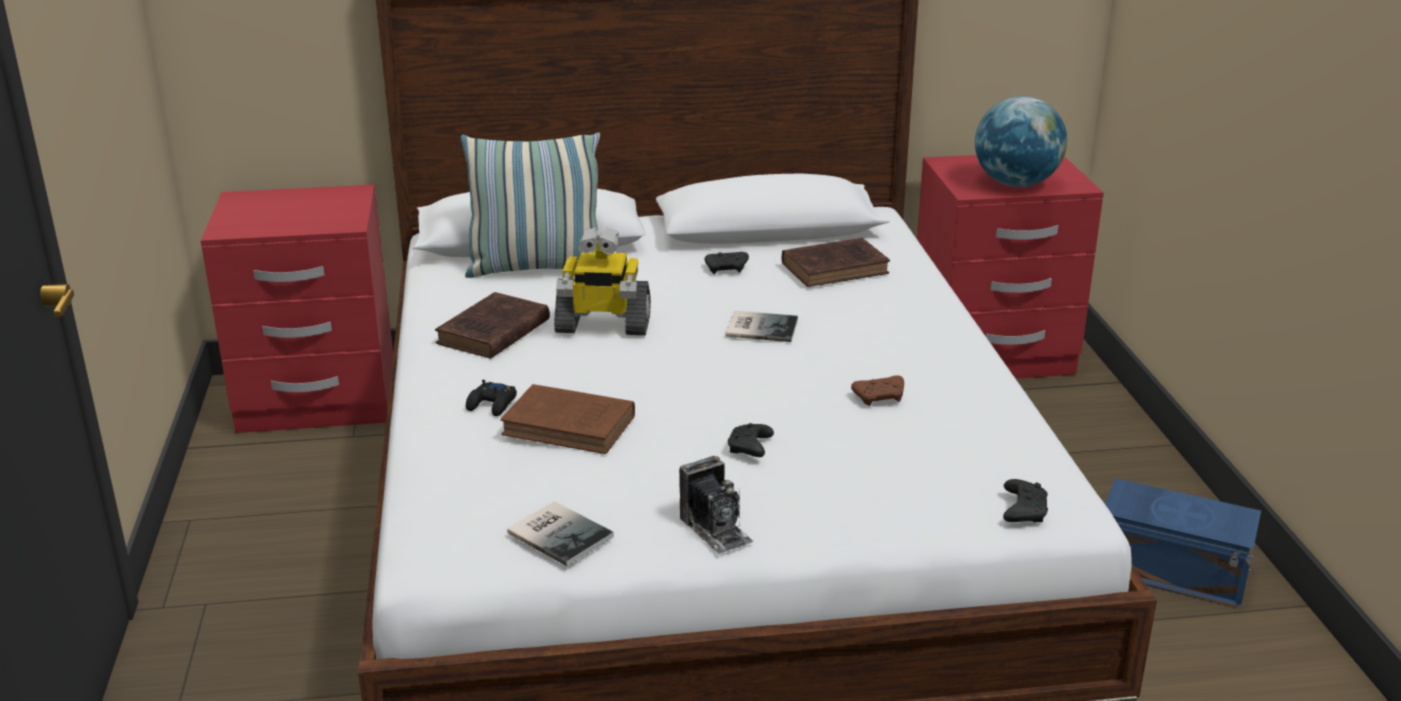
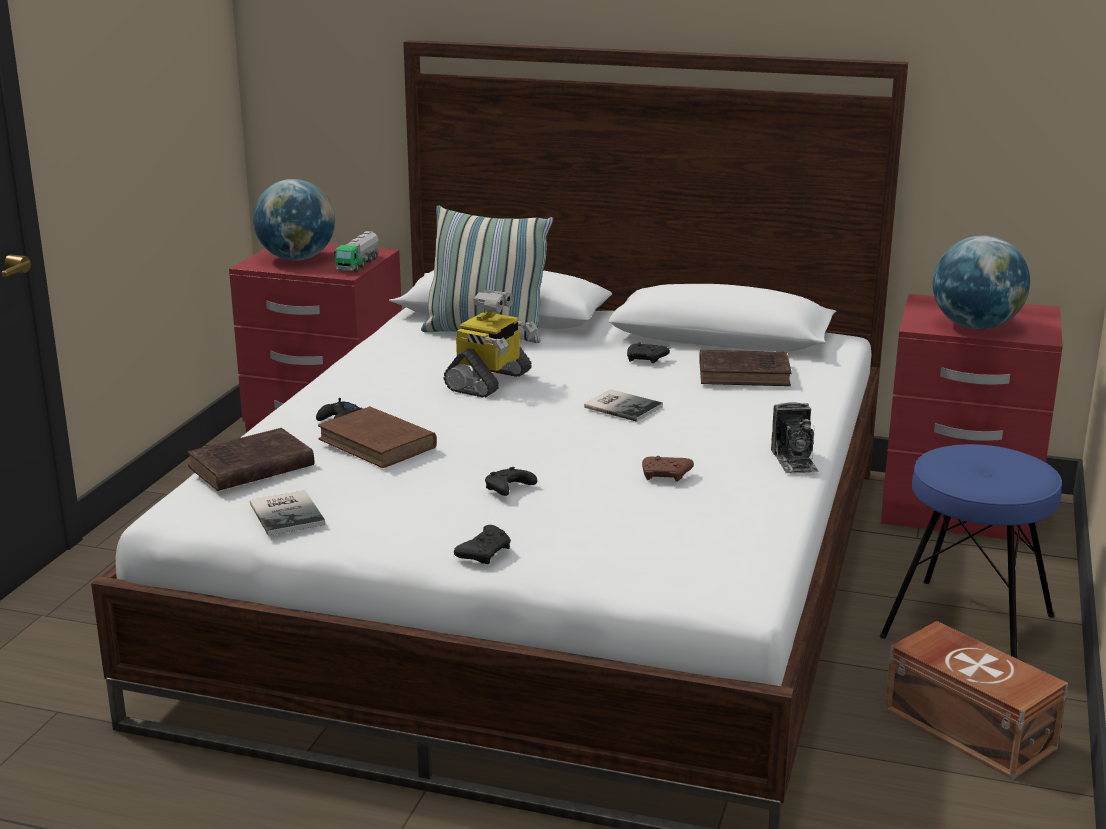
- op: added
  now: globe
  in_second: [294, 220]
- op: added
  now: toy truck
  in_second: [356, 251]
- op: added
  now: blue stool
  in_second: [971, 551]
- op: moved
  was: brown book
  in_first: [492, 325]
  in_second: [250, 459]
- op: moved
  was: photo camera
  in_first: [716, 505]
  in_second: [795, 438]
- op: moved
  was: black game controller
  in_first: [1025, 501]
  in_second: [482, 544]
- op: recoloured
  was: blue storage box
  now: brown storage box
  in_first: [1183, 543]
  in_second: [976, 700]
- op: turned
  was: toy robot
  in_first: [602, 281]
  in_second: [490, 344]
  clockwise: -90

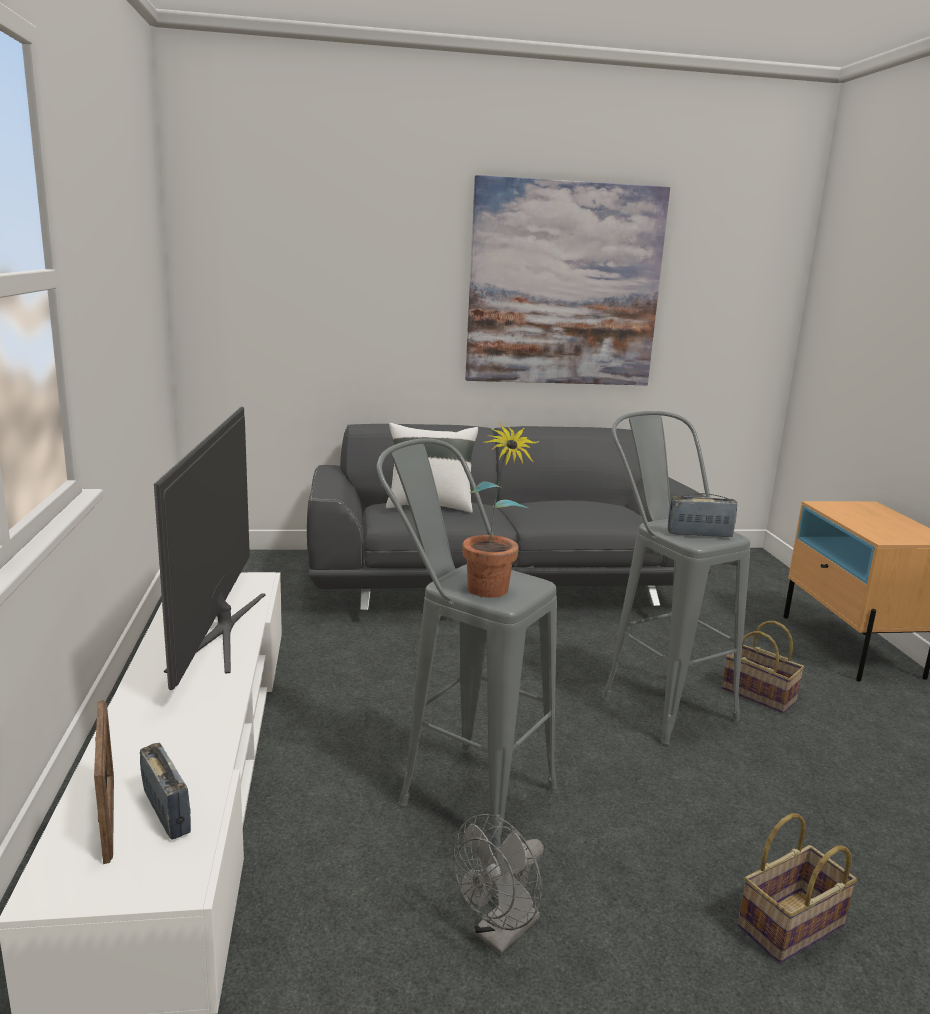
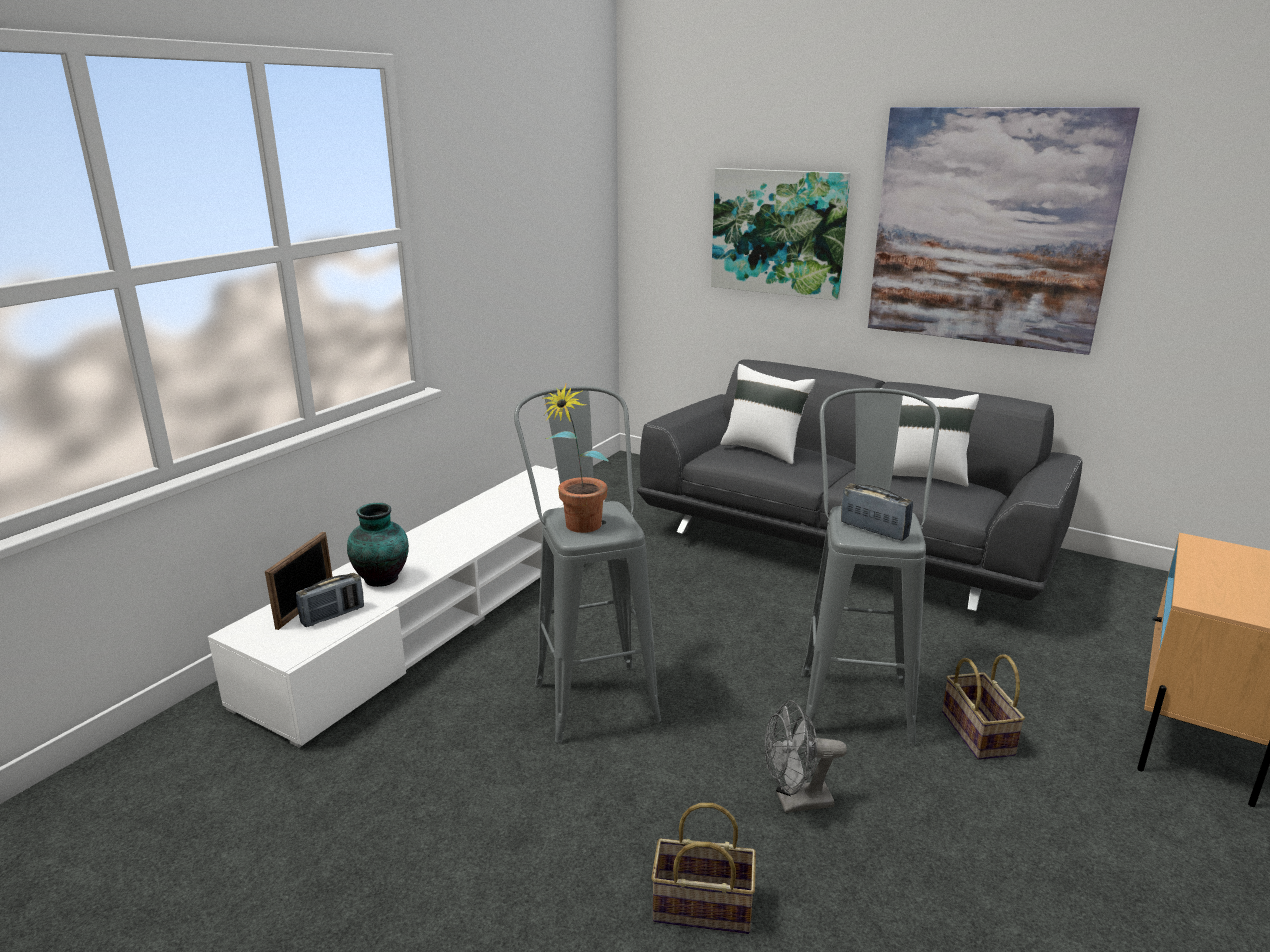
- op: removed
  was: television
  in_first: [210, 548]
- op: added
  now: vase
  in_second: [378, 545]
- op: added
  now: picture
  in_second: [781, 234]
- op: added
  now: white pillow
  in_second: [930, 437]
- op: moved
  was: grey fan
  in_first: [498, 884]
  in_second: [805, 756]
- op: turned
  was: radio
  in_first: [165, 791]
  in_second: [330, 600]
  clockwise: 45

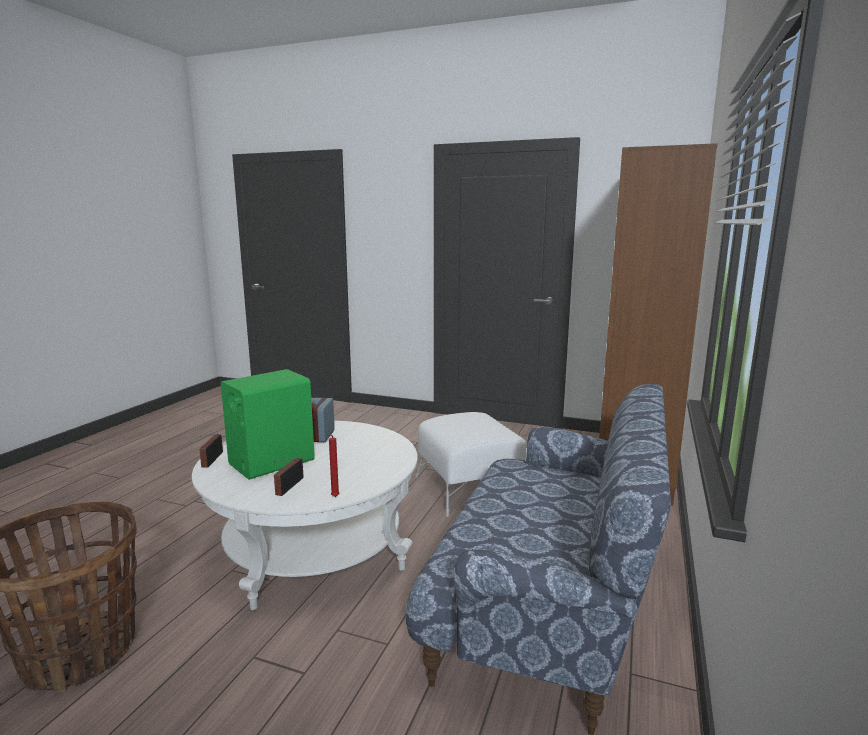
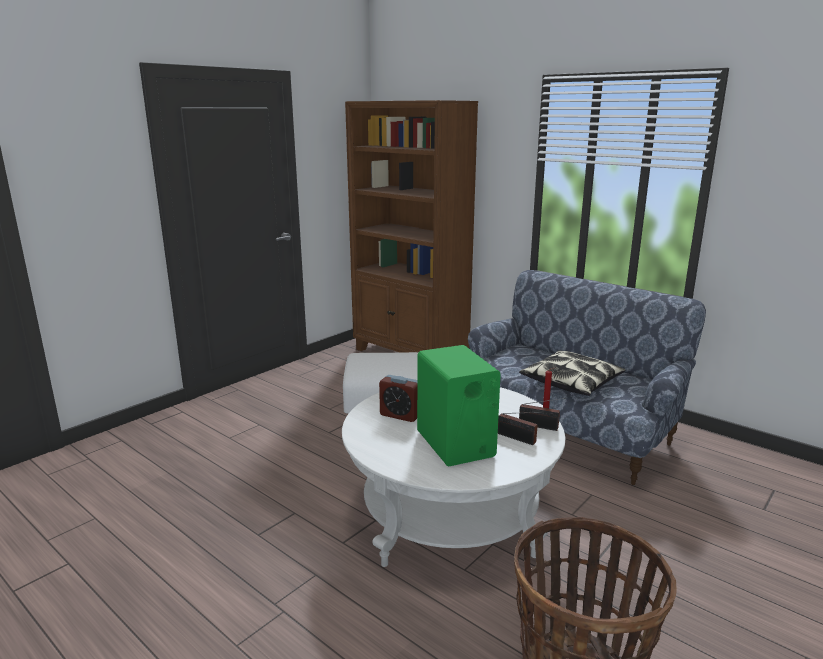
- op: added
  now: pillow
  in_second: [572, 373]
- op: moved
  was: radio
  in_first: [211, 451]
  in_second: [542, 414]

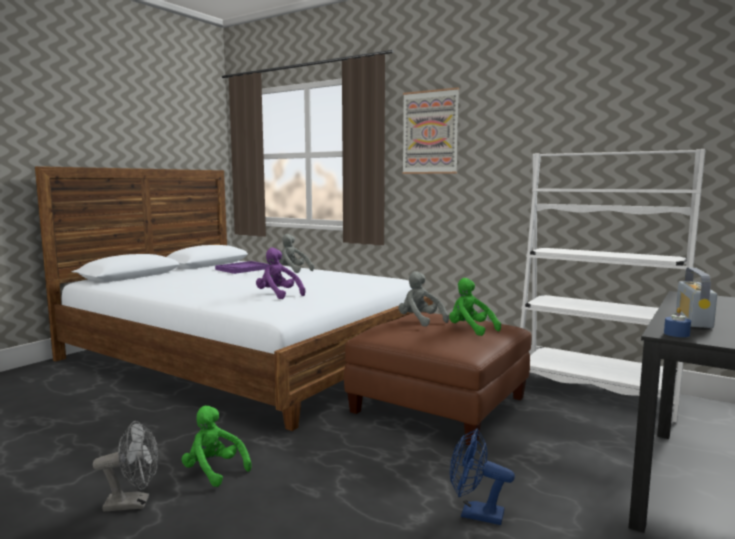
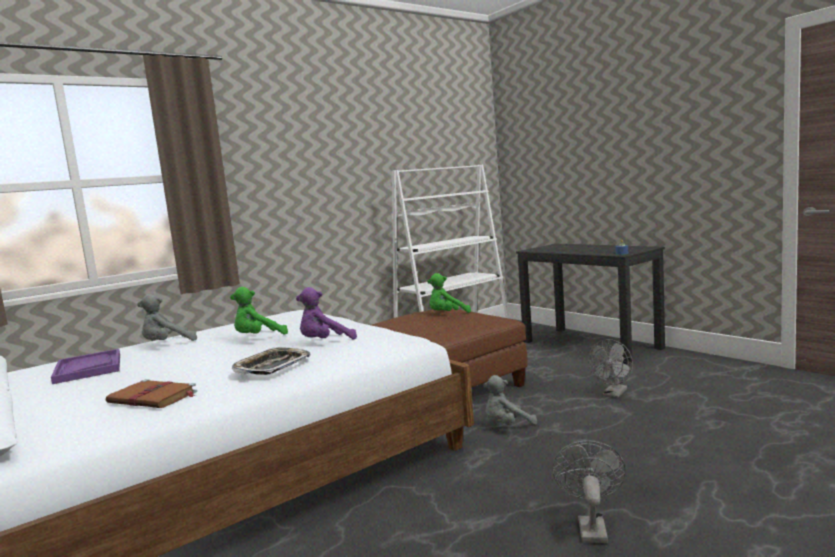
- op: removed
  was: picture
  in_first: [430, 130]
- op: removed
  was: radio
  in_first: [696, 297]
- op: added
  now: brown book
  in_second: [151, 393]
- op: added
  now: tray
  in_second: [270, 361]
- op: moved
  was: green plush toy
  in_first: [217, 446]
  in_second: [259, 311]
- op: moved
  was: grey plush toy
  in_first: [423, 299]
  in_second: [510, 400]
- op: recoloured
  was: blue fan
  now: grey fan
  in_first: [482, 476]
  in_second: [610, 368]

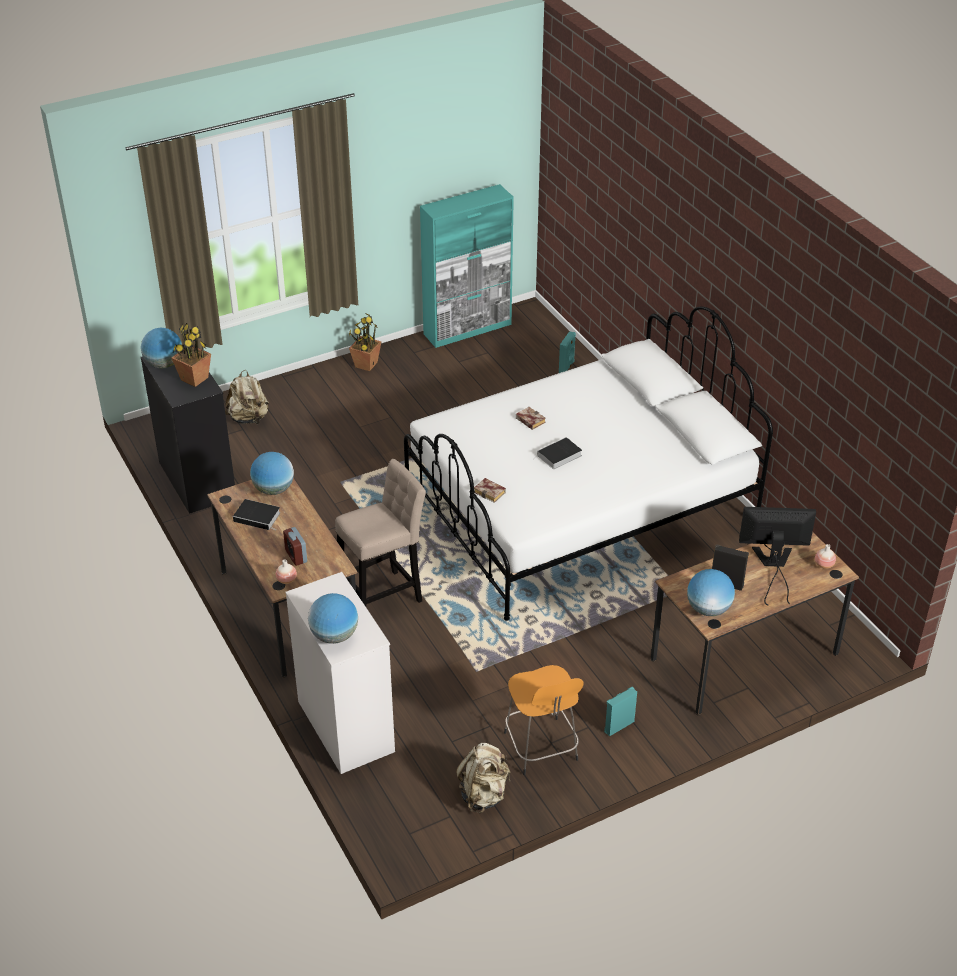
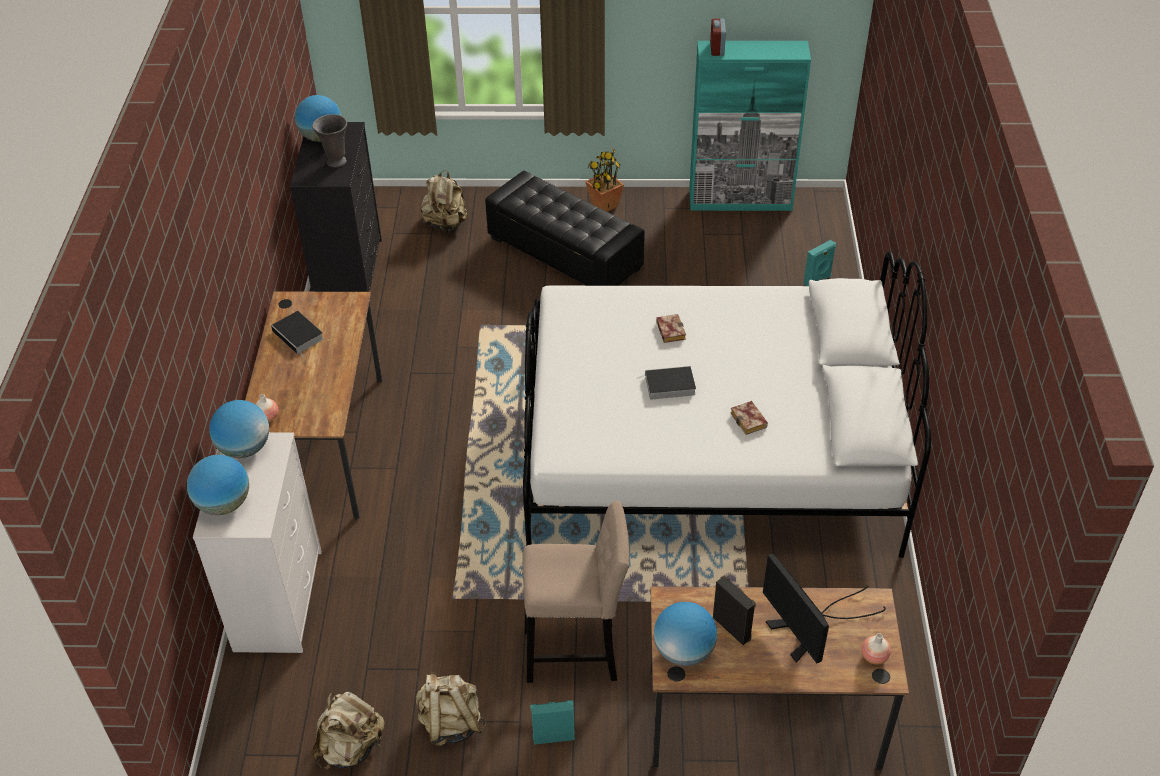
- op: added
  now: black ottoman
  in_second: [565, 228]
- op: moved
  was: globe
  in_first: [272, 473]
  in_second: [239, 429]
- op: moved
  was: alarm clock
  in_first: [295, 546]
  in_second: [718, 37]
- op: moved
  was: beige stool
  in_first: [380, 533]
  in_second: [575, 591]
- op: moved
  was: book
  in_first: [490, 490]
  in_second: [749, 418]
- op: replaced
  was: potted plant
  now: grey vase
  in_first: [191, 355]
  in_second: [329, 140]
- op: replaced
  was: orange stool
  now: beige backpack
  in_first: [544, 720]
  in_second: [451, 709]
- op: turned
  was: monitor
  in_first: [777, 556]
  in_second: [824, 608]
  clockwise: -150

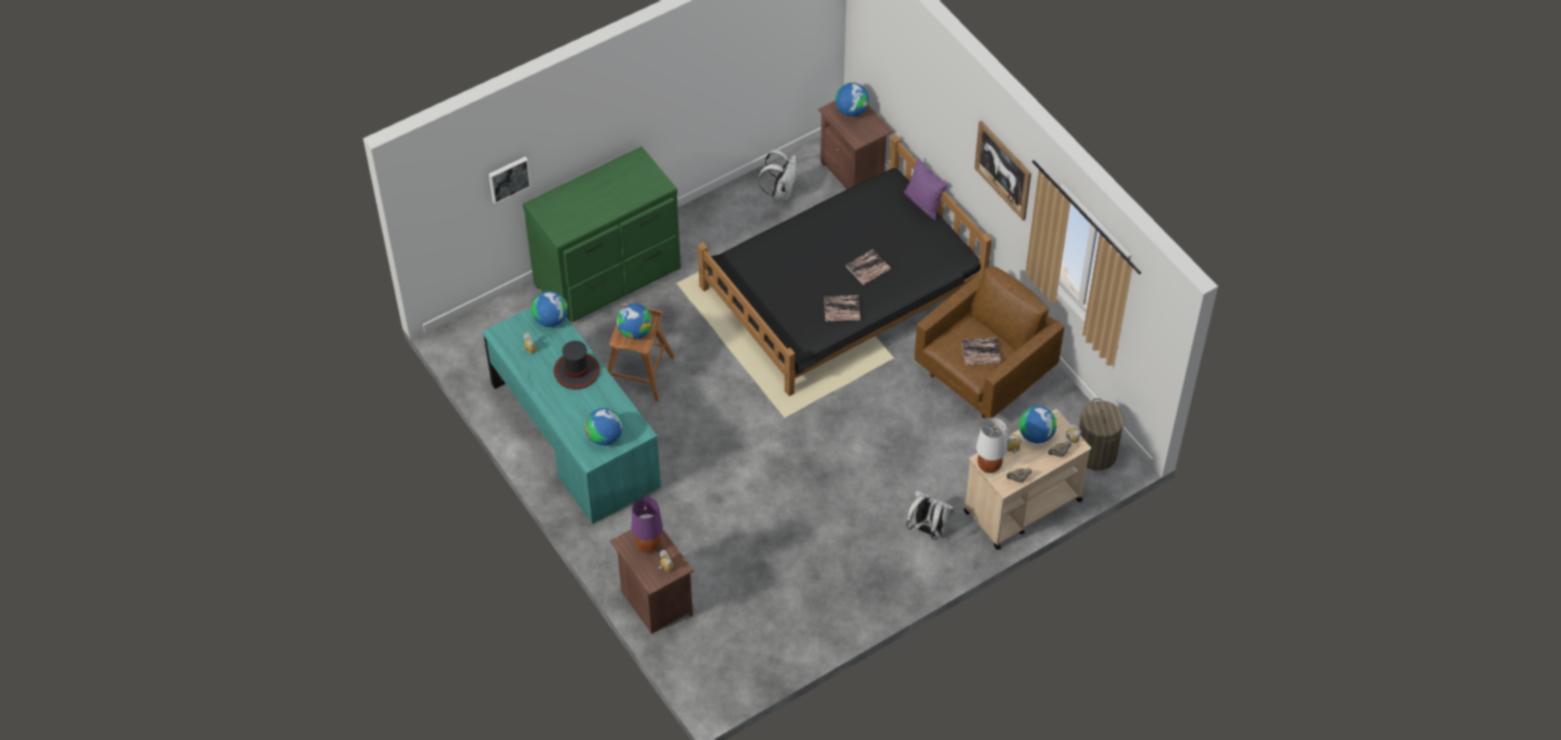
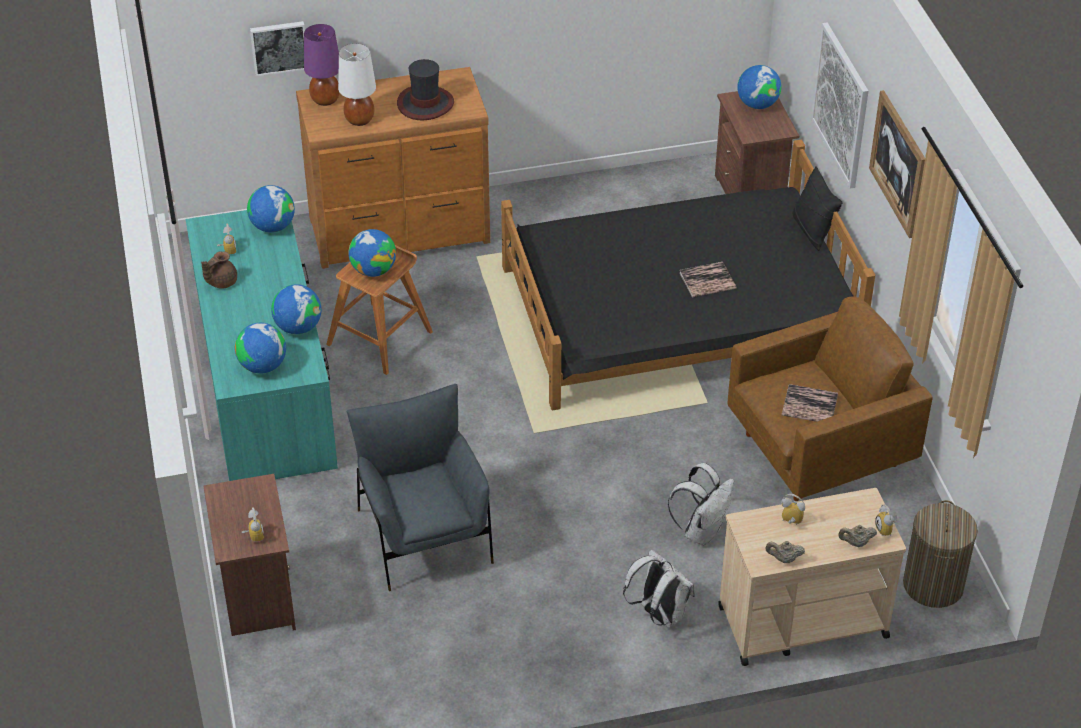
- op: removed
  was: book
  in_first: [842, 308]
- op: added
  now: brown teapot
  in_second: [219, 270]
- op: added
  now: grey armchair
  in_second: [420, 487]
- op: added
  now: picture
  in_second: [839, 105]
- op: moved
  was: hat
  in_first: [577, 365]
  in_second: [425, 89]
- op: moved
  was: purple table lamp
  in_first: [647, 525]
  in_second: [322, 65]
- op: moved
  was: white backpack
  in_first: [777, 175]
  in_second: [701, 504]
- op: moved
  was: white table lamp
  in_first: [991, 445]
  in_second: [357, 85]
- op: moved
  was: globe
  in_first: [1038, 424]
  in_second: [296, 309]
- op: recoloured
  was: green dresser
  now: brown dresser
  in_first: [602, 234]
  in_second: [393, 168]
- op: recoloured
  was: purple pillow
  now: black pillow
  in_first: [926, 189]
  in_second: [817, 208]

